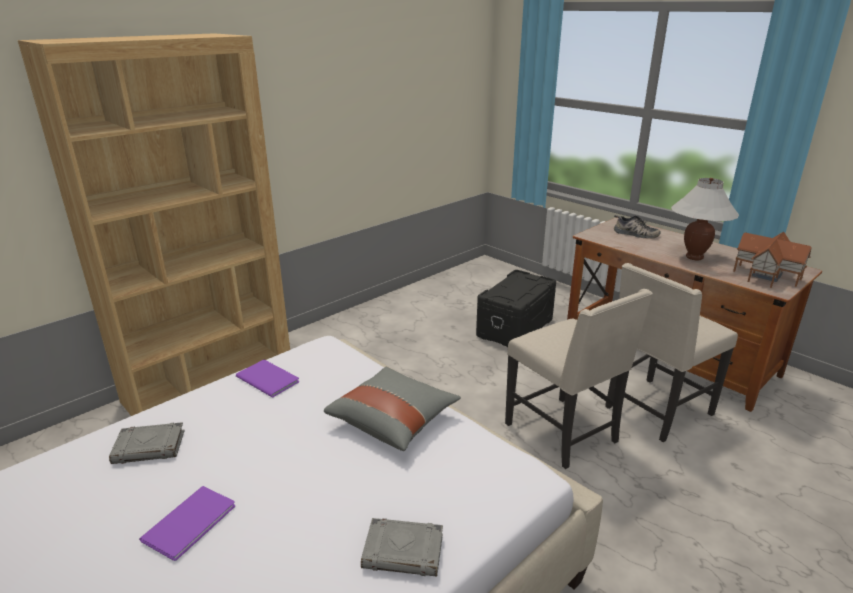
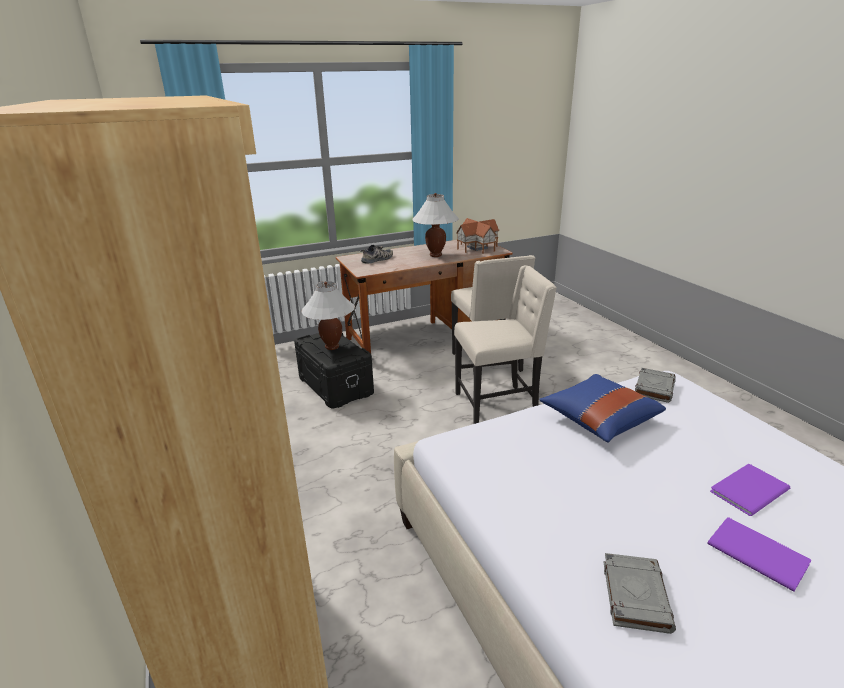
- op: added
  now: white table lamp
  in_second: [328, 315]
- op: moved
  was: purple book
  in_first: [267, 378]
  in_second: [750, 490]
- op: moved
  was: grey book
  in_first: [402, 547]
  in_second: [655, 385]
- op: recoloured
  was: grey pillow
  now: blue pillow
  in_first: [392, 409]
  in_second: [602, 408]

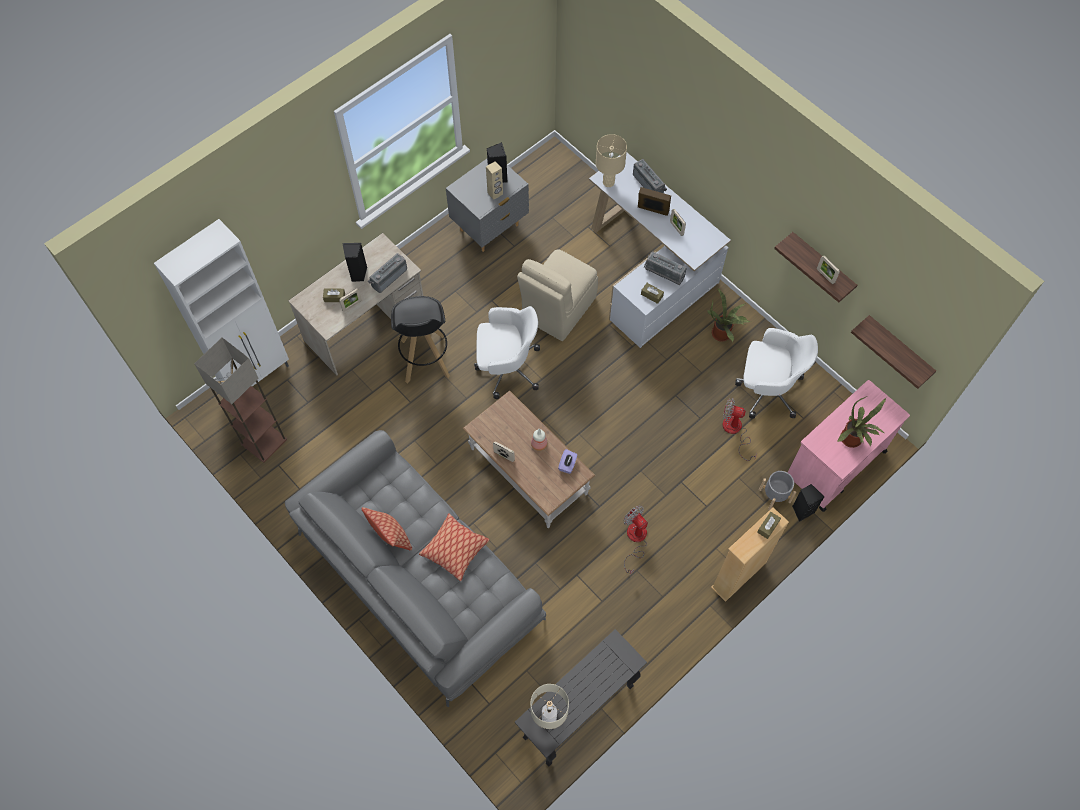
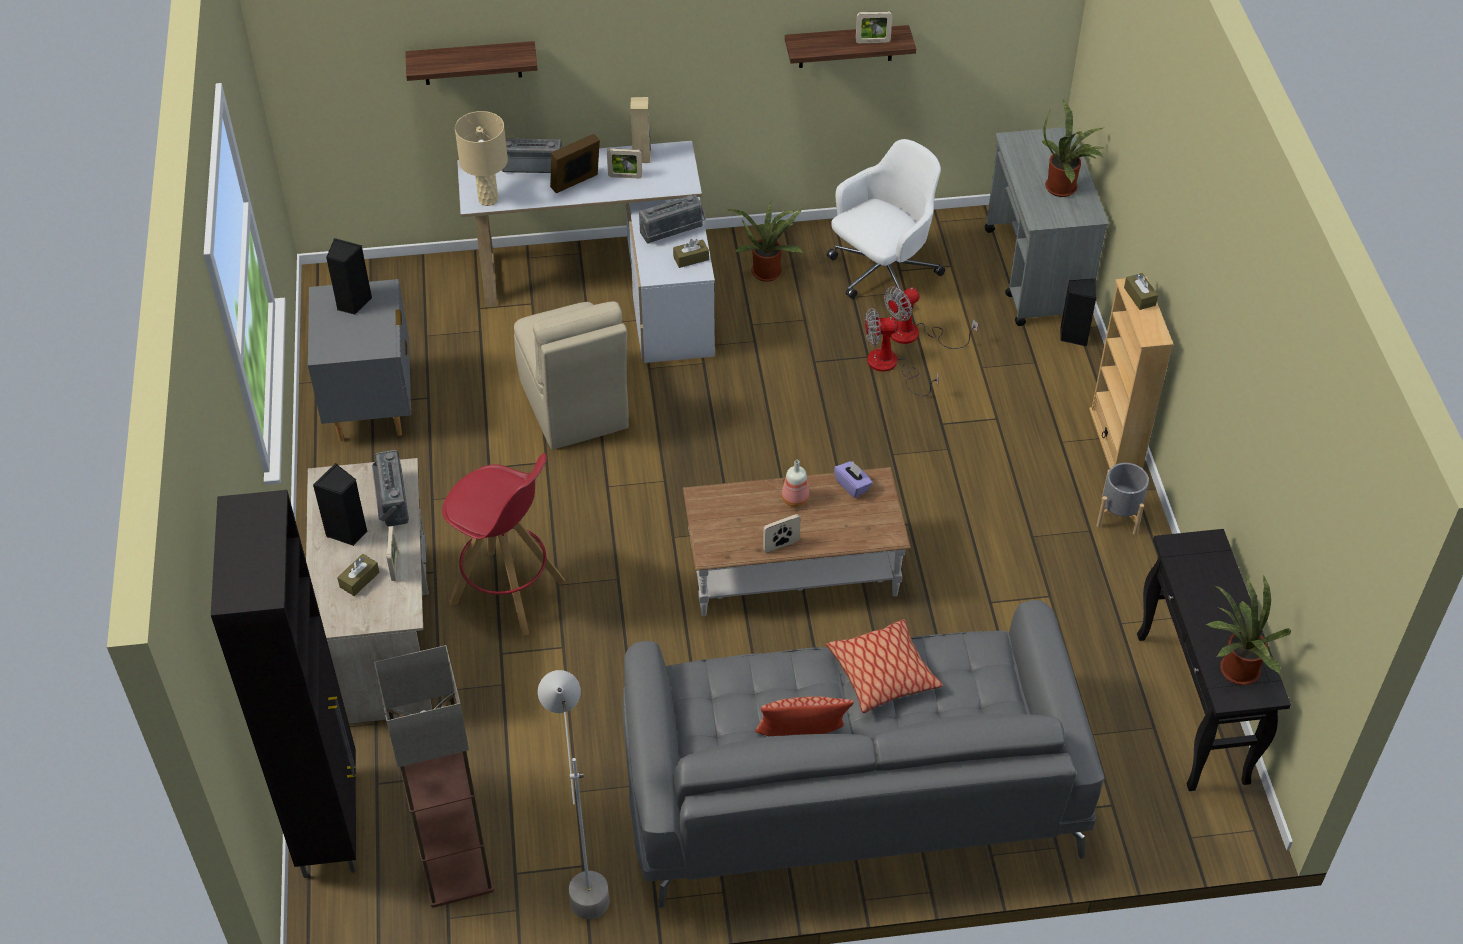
- op: removed
  was: white office chair
  in_first: [507, 352]
- op: added
  now: grey floor lamp
  in_second: [574, 794]
- op: moved
  was: beige speaker
  in_first: [494, 180]
  in_second: [640, 130]
- op: moved
  was: fan
  in_first: [636, 539]
  in_second: [902, 352]
- op: moved
  was: grey planter
  in_first: [777, 490]
  in_second: [1122, 499]
- op: moved
  was: shelf
  in_first: [893, 352]
  in_second: [471, 63]
- op: replaced
  was: beige table lamp
  now: potted plant
  in_first: [549, 706]
  in_second: [1248, 629]
- op: recoloured
  was: white cabinet
  now: black cabinet
  in_first: [221, 302]
  in_second: [283, 684]
- op: recoloured
  was: black stool
  now: red stool
  in_first: [420, 340]
  in_second: [504, 544]
- op: recoloured
  was: pink cart
  now: grey cart
  in_first: [848, 446]
  in_second: [1046, 226]

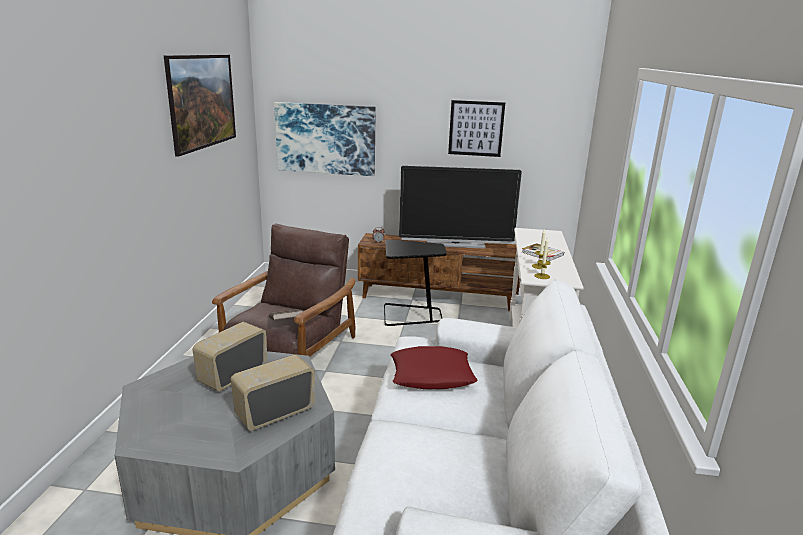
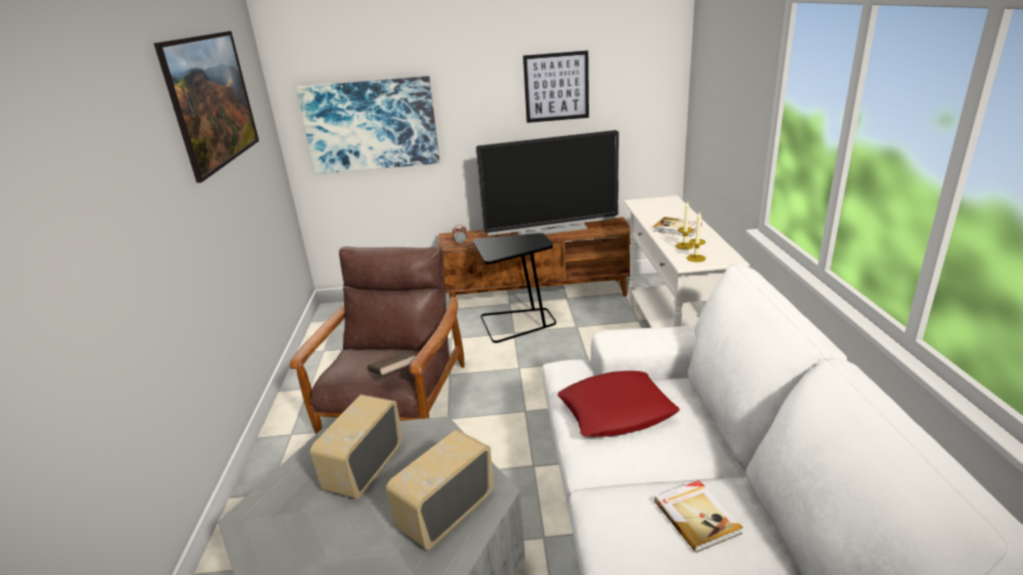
- op: added
  now: book
  in_second: [698, 516]

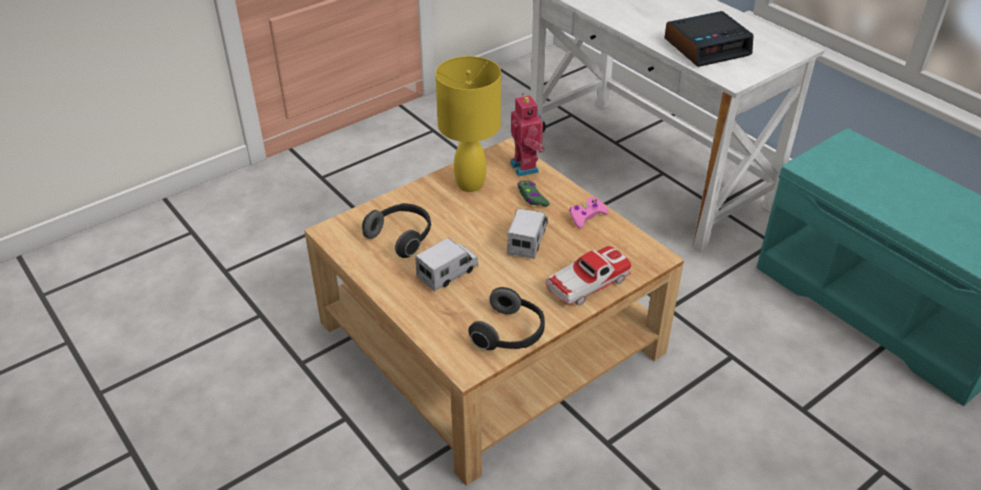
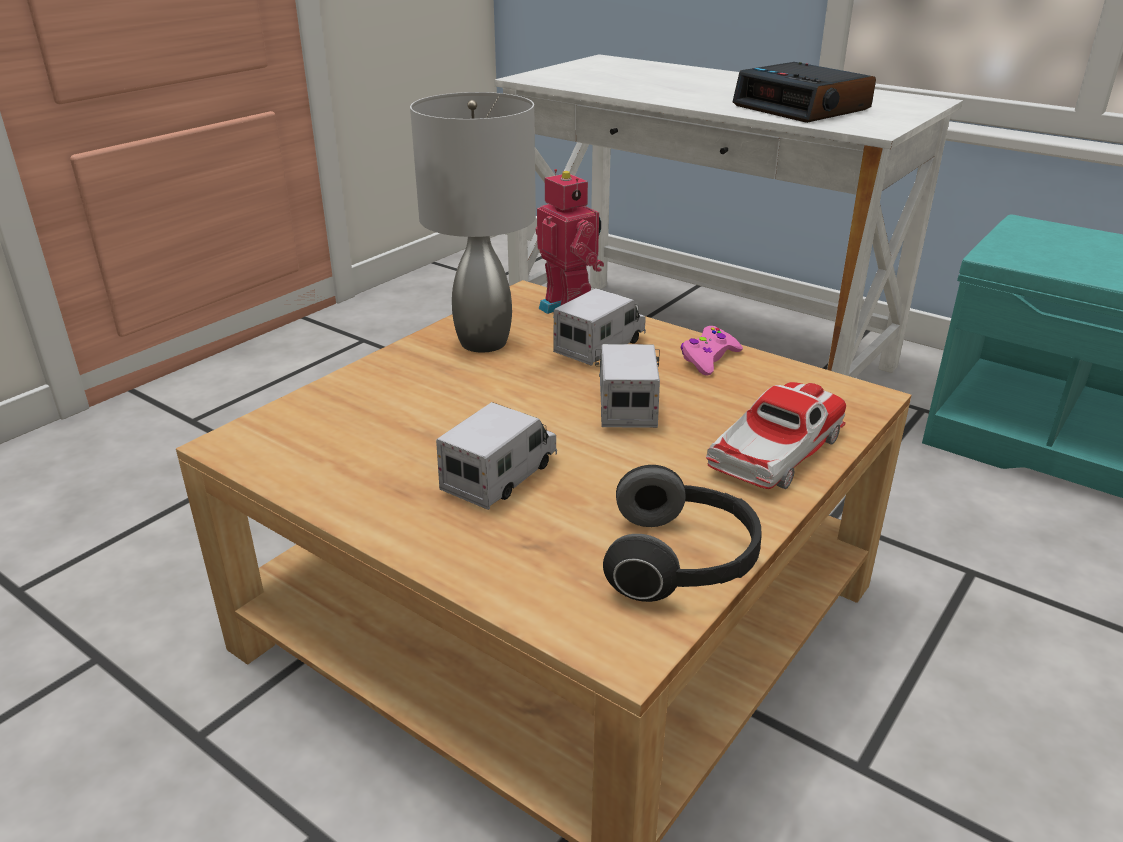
- op: removed
  was: headphones
  in_first: [396, 230]
- op: replaced
  was: green game controller
  now: toy truck
  in_first: [533, 193]
  in_second: [599, 327]
- op: recoloured
  was: yellow table lamp
  now: grey table lamp
  in_first: [468, 124]
  in_second: [473, 222]
- op: turned
  was: alarm clock
  in_first: [709, 39]
  in_second: [804, 92]
  clockwise: 90

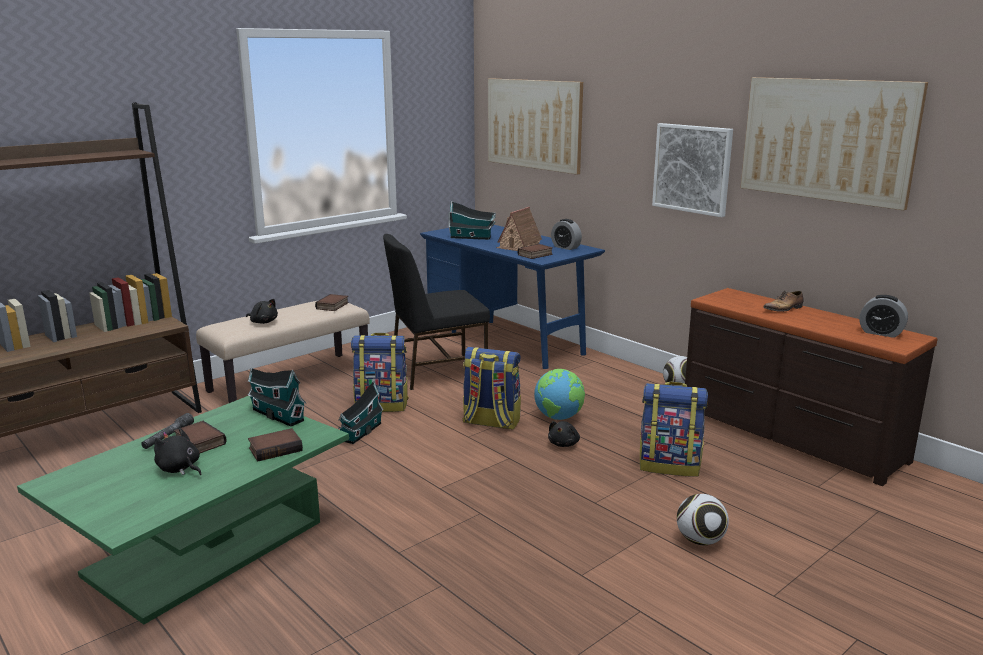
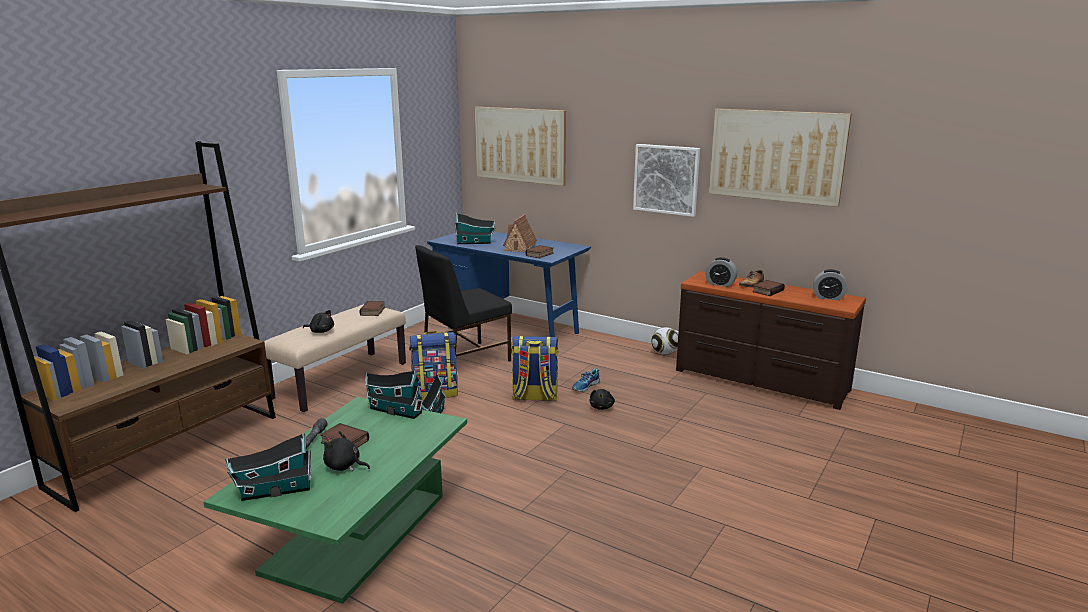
- op: removed
  was: backpack
  in_first: [674, 429]
- op: removed
  was: football
  in_first: [703, 519]
- op: added
  now: toy house
  in_second: [268, 467]
- op: moved
  was: book
  in_first: [275, 444]
  in_second: [768, 288]
- op: moved
  was: alarm clock
  in_first: [566, 234]
  in_second: [721, 272]
- op: replaced
  was: globe
  now: shoe
  in_first: [559, 394]
  in_second: [586, 380]

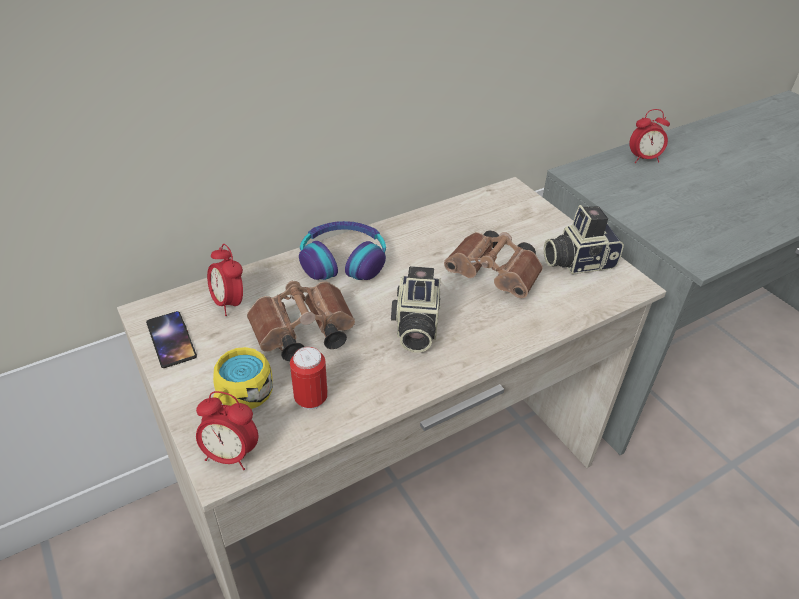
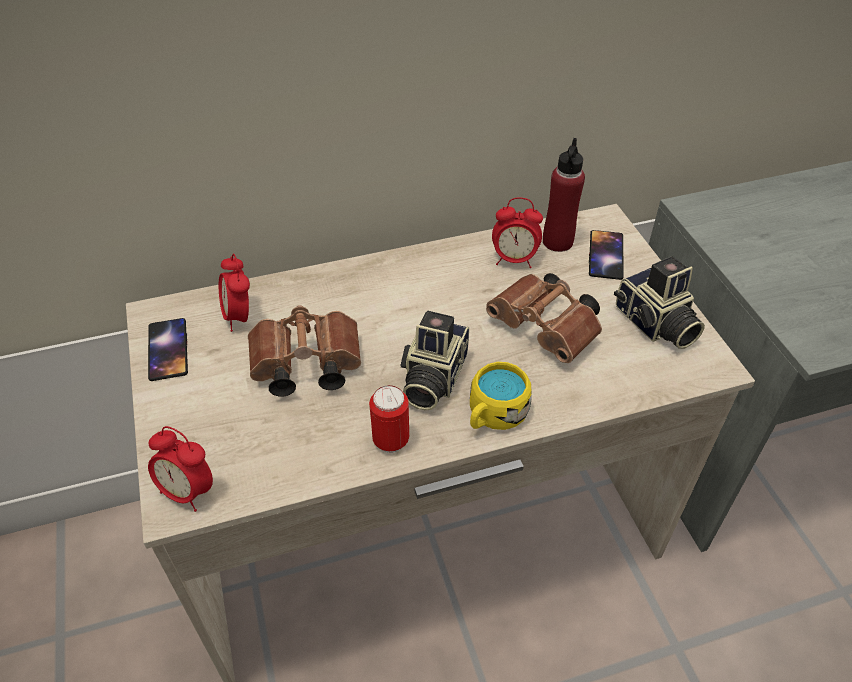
- op: removed
  was: headphones
  in_first: [342, 250]
- op: added
  now: red bottle
  in_second: [564, 195]
- op: added
  now: phone
  in_second: [606, 255]
- op: moved
  was: yellow mug
  in_first: [243, 378]
  in_second: [500, 396]
- op: moved
  was: can
  in_first: [309, 378]
  in_second: [389, 419]
- op: moved
  was: alarm clock
  in_first: [649, 136]
  in_second: [517, 233]
- op: turned
  was: photo camera
  in_first: [584, 239]
  in_second: [659, 302]
  clockwise: -120

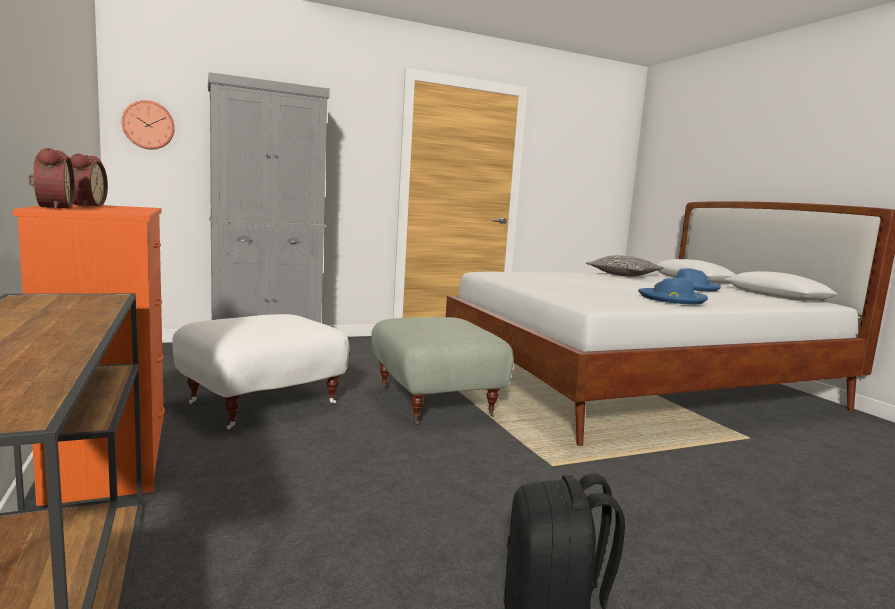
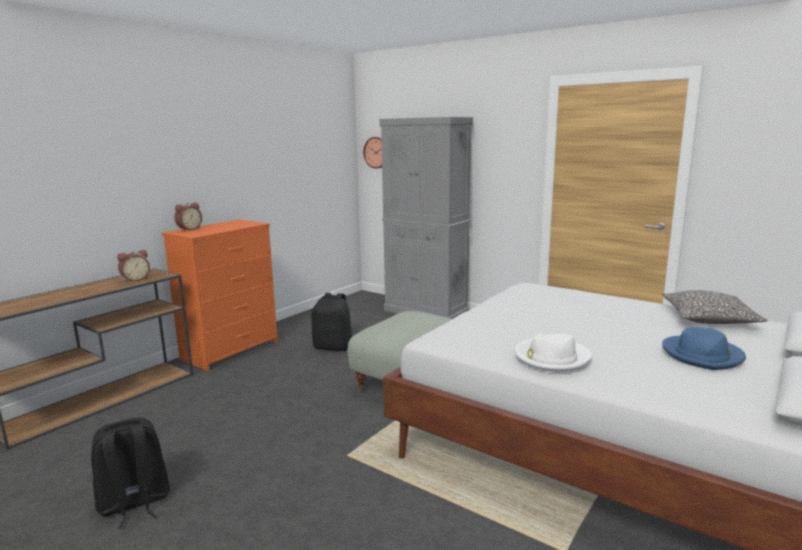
- op: moved
  was: alarm clock
  in_first: [89, 180]
  in_second: [133, 266]
- op: replaced
  was: white ottoman
  now: black backpack
  in_first: [260, 371]
  in_second: [331, 322]
- op: recoloured
  was: blue hat
  now: white hat
  in_first: [673, 291]
  in_second: [553, 352]

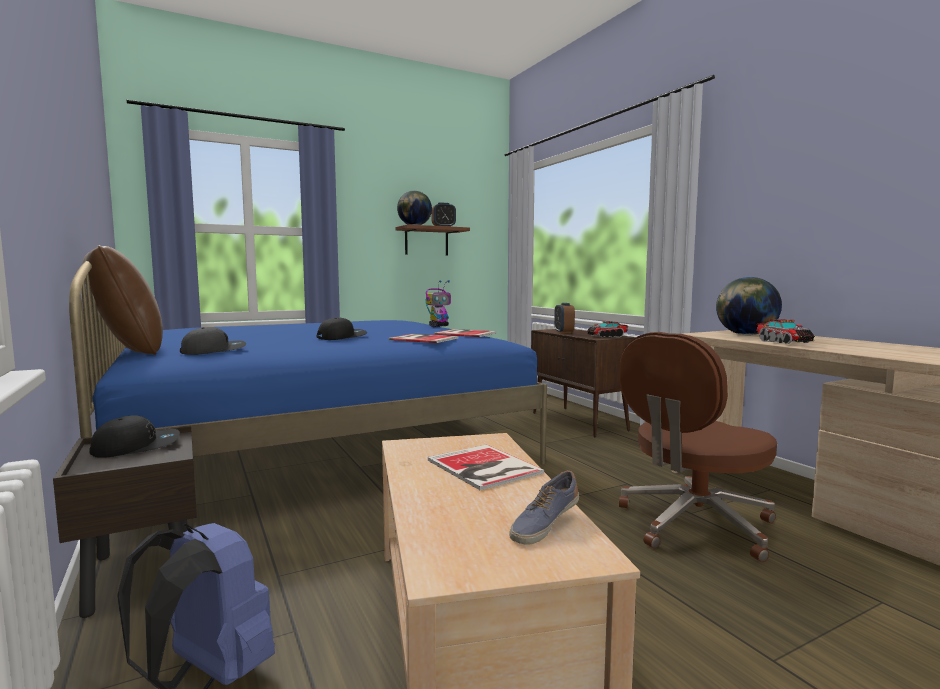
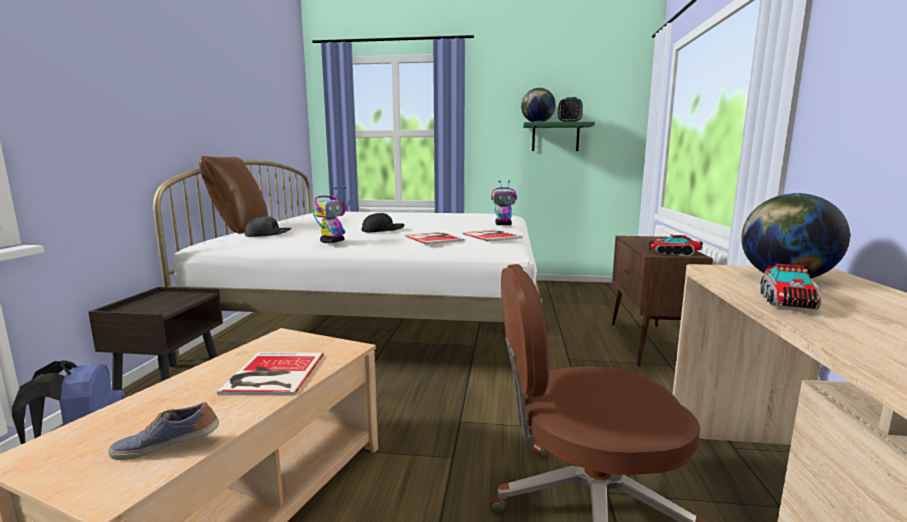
- op: removed
  was: black cap
  in_first: [134, 437]
- op: removed
  was: alarm clock
  in_first: [564, 318]
- op: added
  now: toy robot
  in_second: [329, 214]
- op: recoloured
  was: blue bed
  now: white bed
  in_first: [308, 407]
  in_second: [347, 260]
- op: recoloured
  was: brown shelf
  now: green shelf
  in_first: [432, 239]
  in_second: [559, 136]

